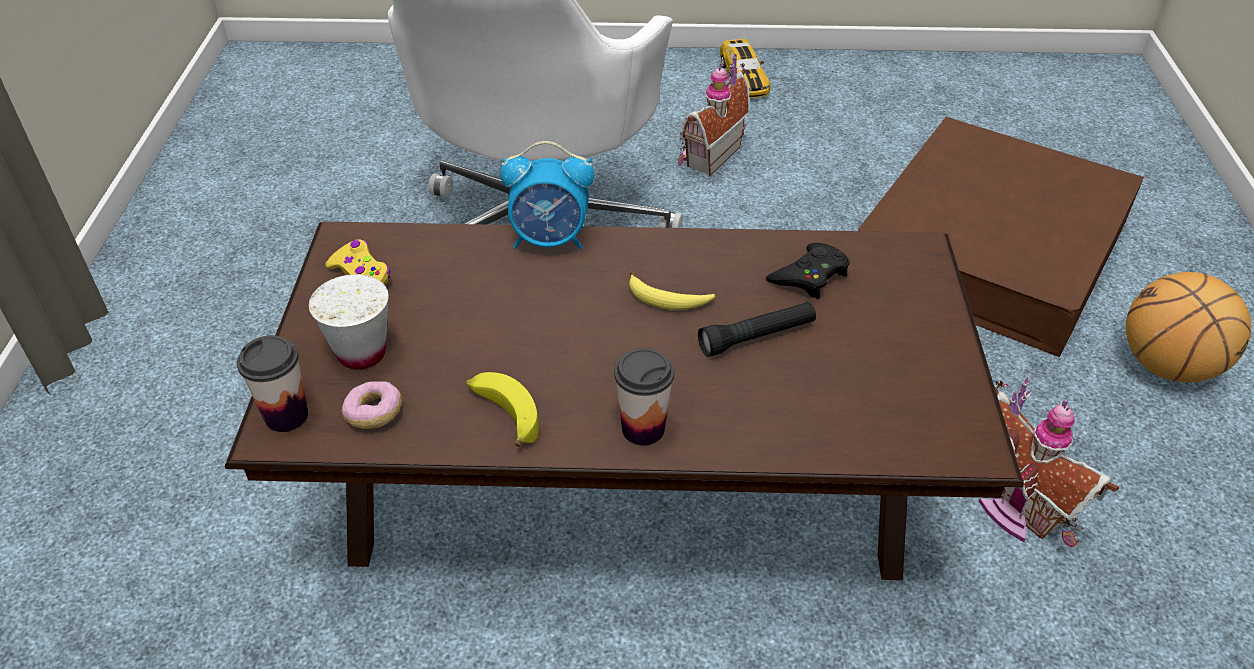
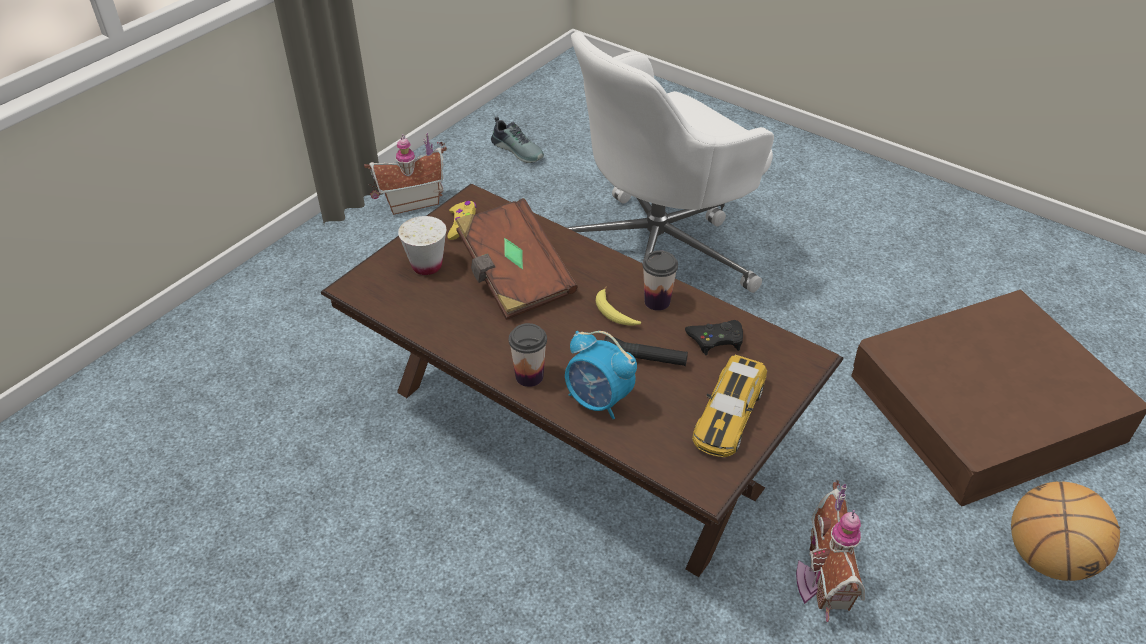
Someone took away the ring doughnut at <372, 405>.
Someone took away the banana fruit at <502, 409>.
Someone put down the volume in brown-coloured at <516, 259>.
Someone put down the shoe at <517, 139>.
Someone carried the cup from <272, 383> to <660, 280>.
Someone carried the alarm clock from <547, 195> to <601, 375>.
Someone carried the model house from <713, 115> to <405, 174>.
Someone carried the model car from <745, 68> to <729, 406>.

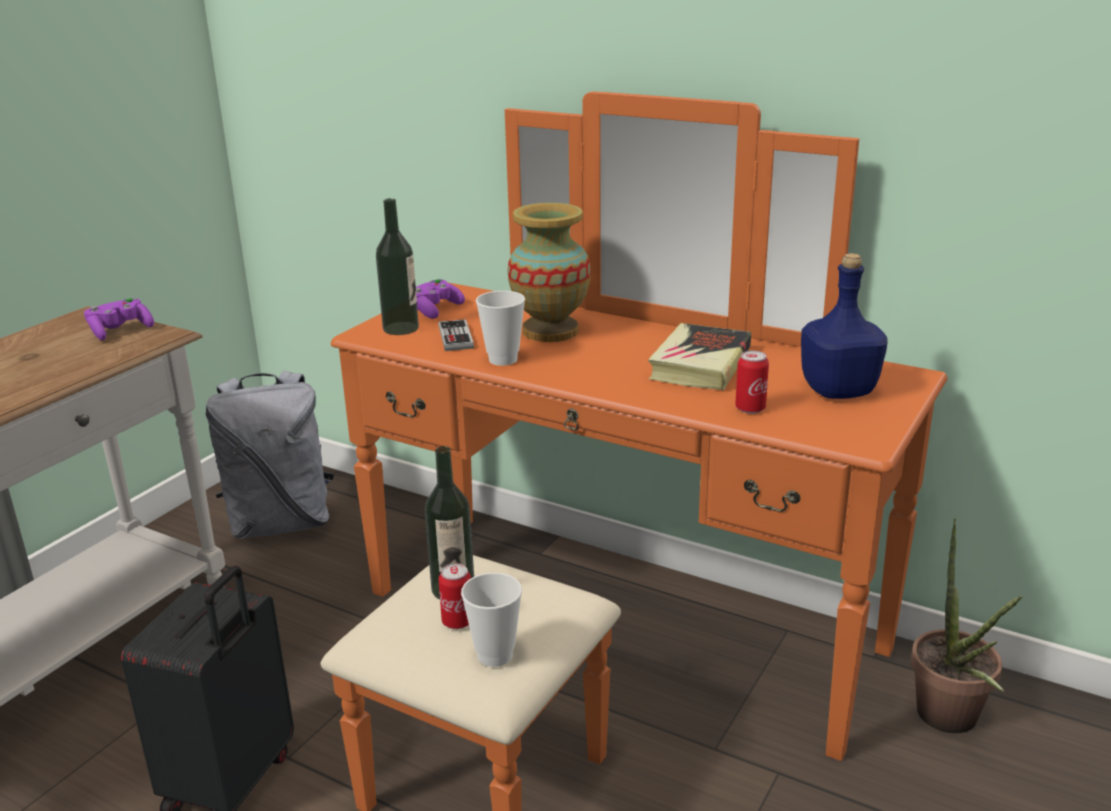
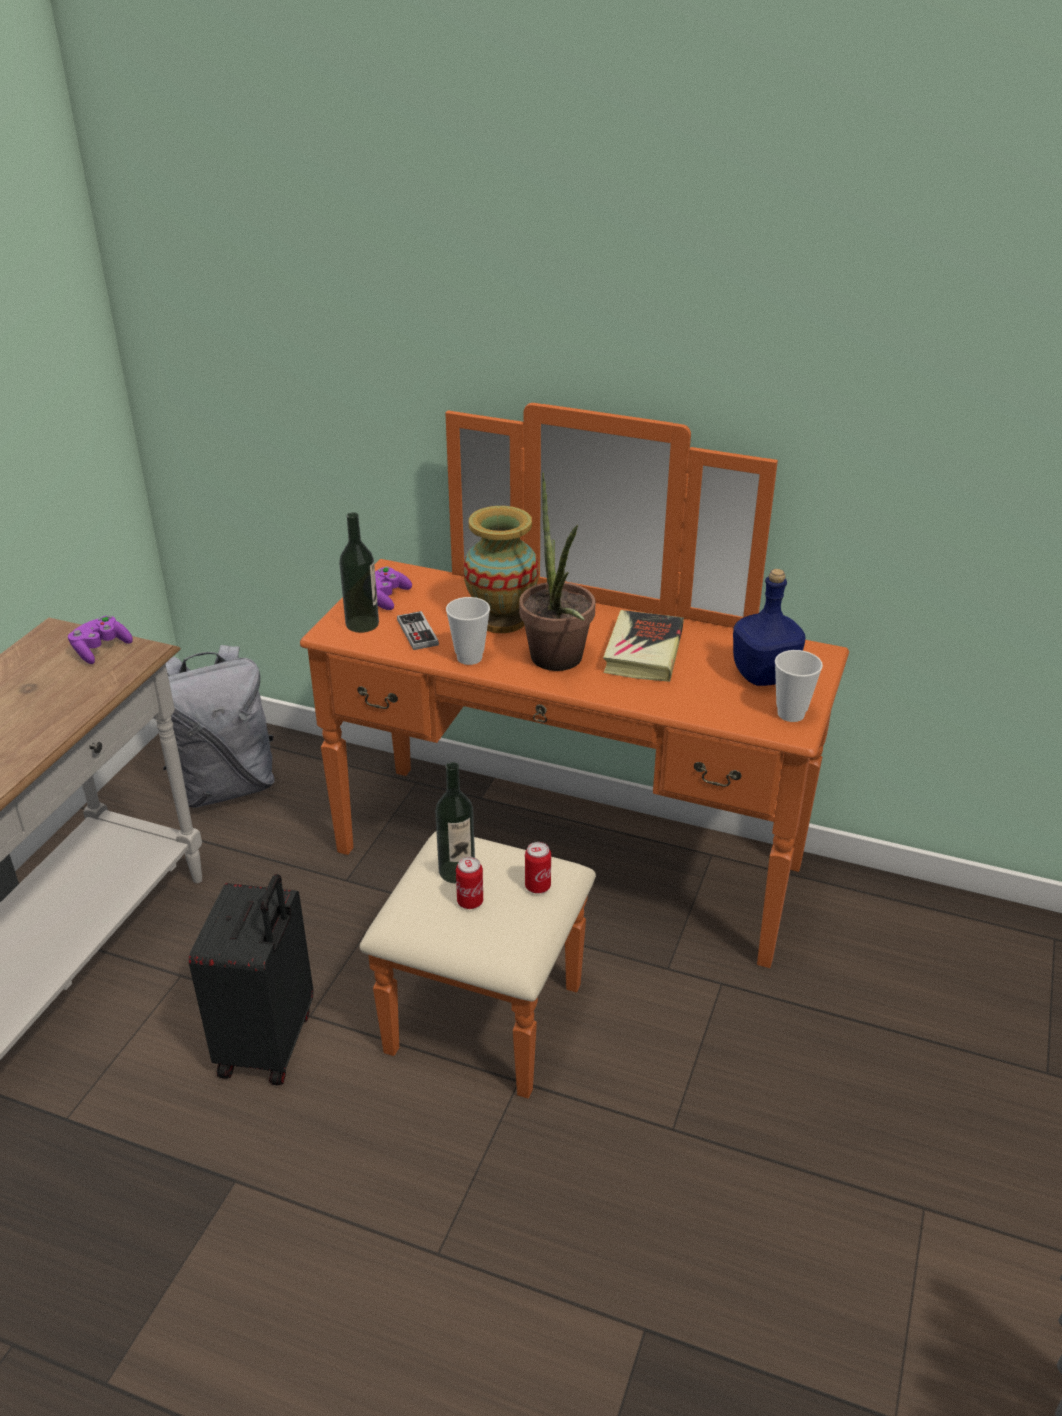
Someone carried the cup from <491, 620> to <799, 686>.
Someone carried the metal can from <752, 382> to <538, 868>.
Someone carried the houseplant from <966, 625> to <557, 571>.

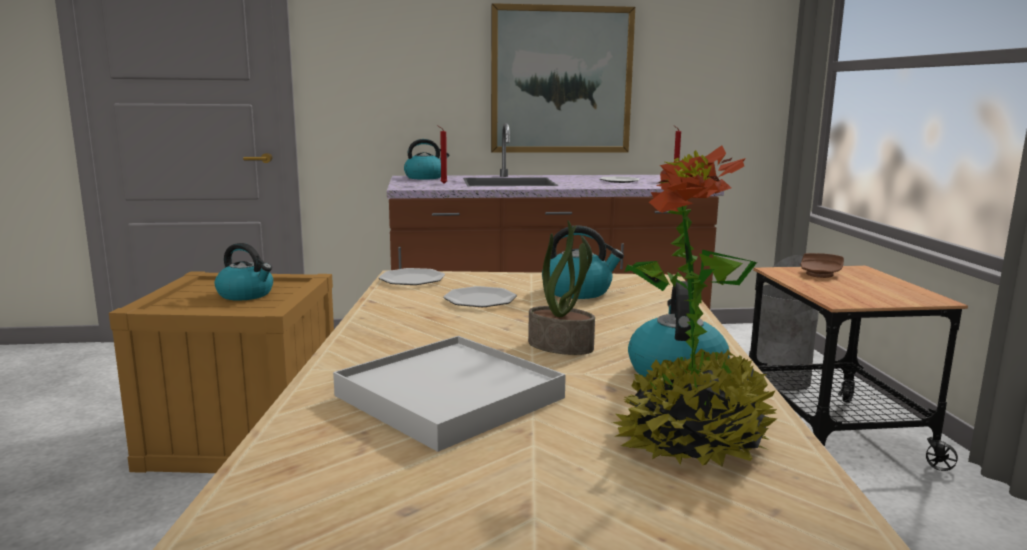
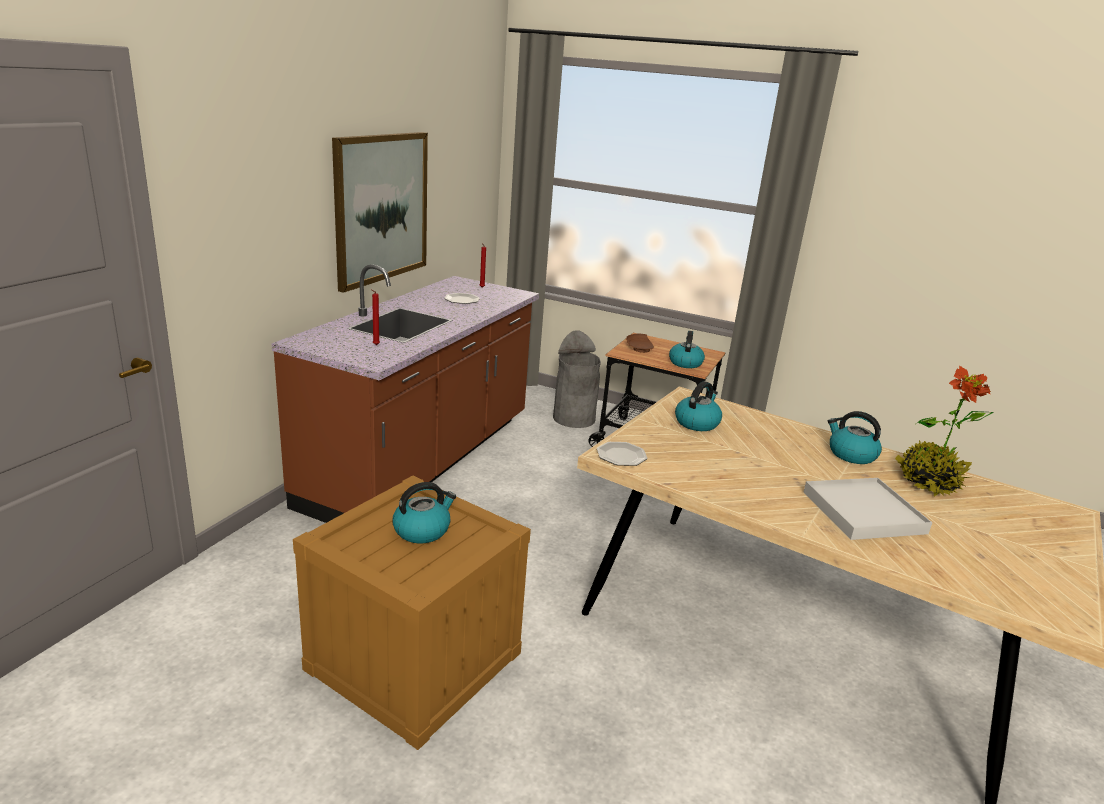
Someone took away the dinner plate at <480, 296>.
Someone took away the houseplant at <561, 287>.
Someone carried the water kettle from <427, 159> to <687, 349>.

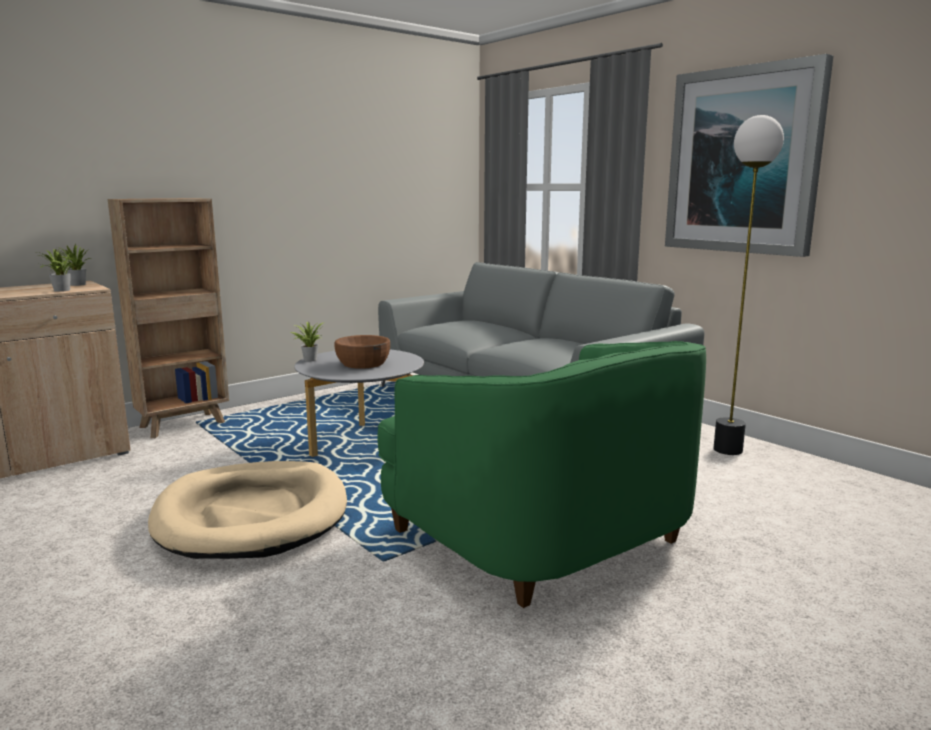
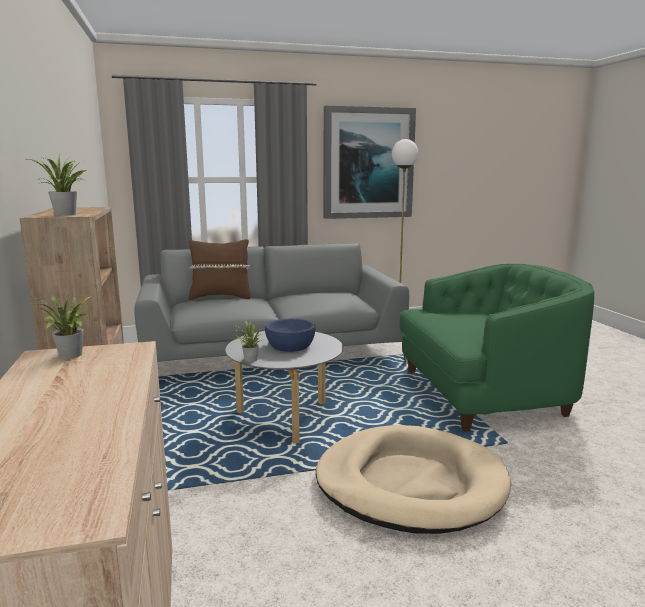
Someone put down the cushion in brown-coloured at <219, 269>.
Someone carried the houseplant from <56, 269> to <57, 185>.
Someone repainted the deep dish in brown-coloured at <362, 352>, which became the deep dish in blue at <290, 335>.

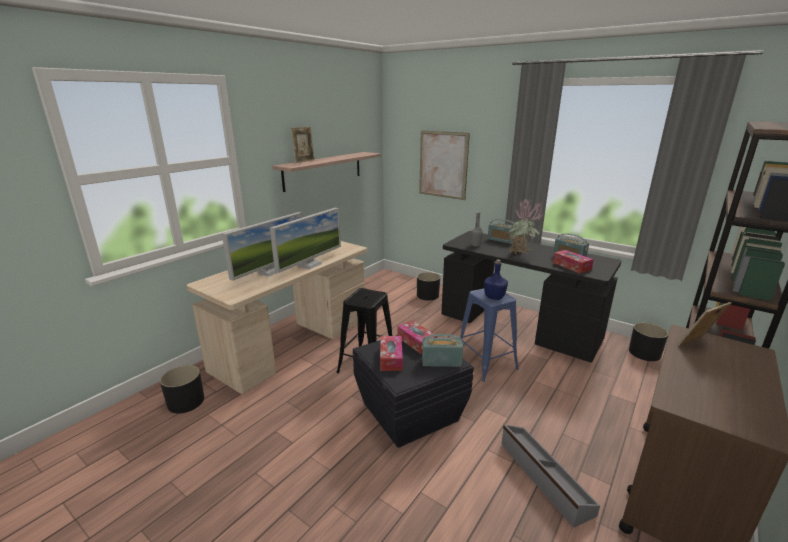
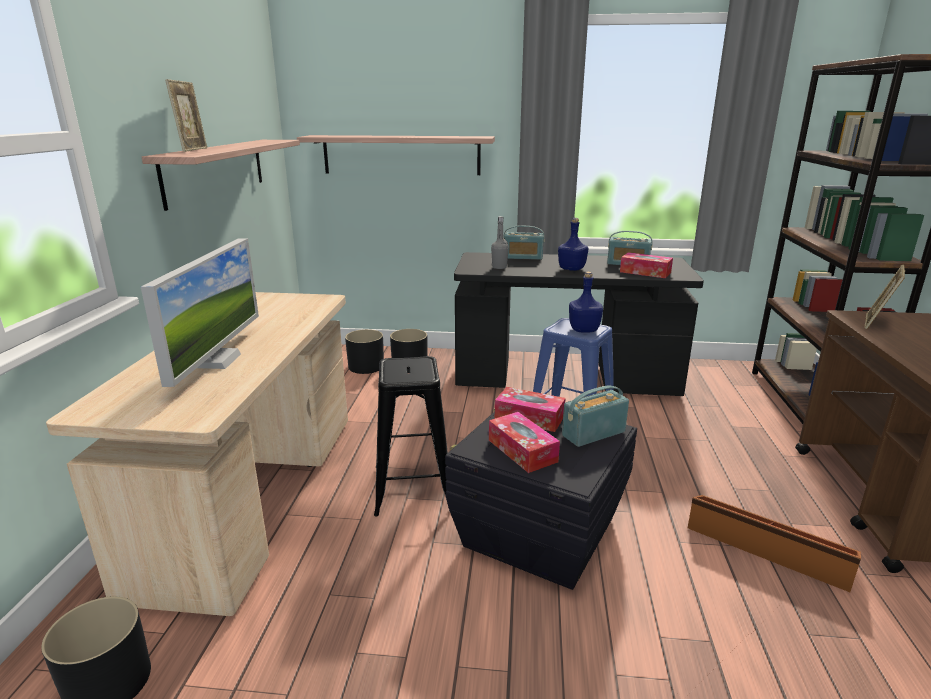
Someone took away the monitor at <305, 240>.
Someone carried the flower pot in blackish from <648, 342> to <364, 351>.
Someone swapped the picture at <444, 165> for the bracket shelf at <396, 155>.
Someone swapped the houseplant at <525, 227> for the bottle in blue at <573, 244>.
Someone repainted the storage container in grey at <550, 476>, which became the storage container in brown-coloured at <774, 543>.

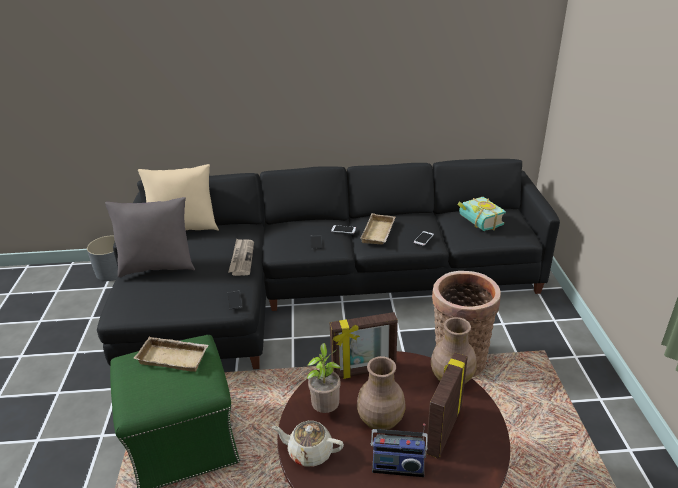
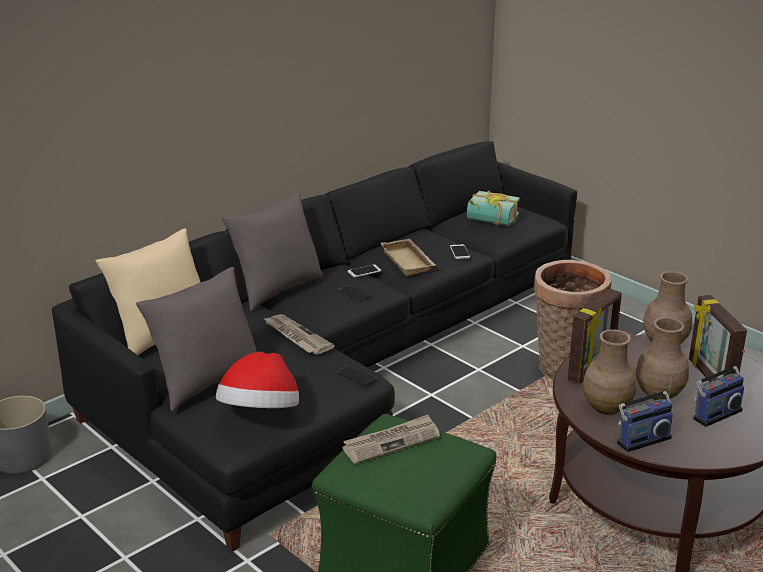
Someone put down the wearable hat at <257, 380>.
Someone put down the cushion in grey at <273, 251>.
Someone swapped the carrying tray in beige at <171, 354> for the daily paper at <391, 439>.
Someone swapped the tea pot in beige at <308, 444> for the radio set at <645, 413>.
Someone swapped the houseplant at <324, 378> for the vase in brown-coloured at <609, 372>.

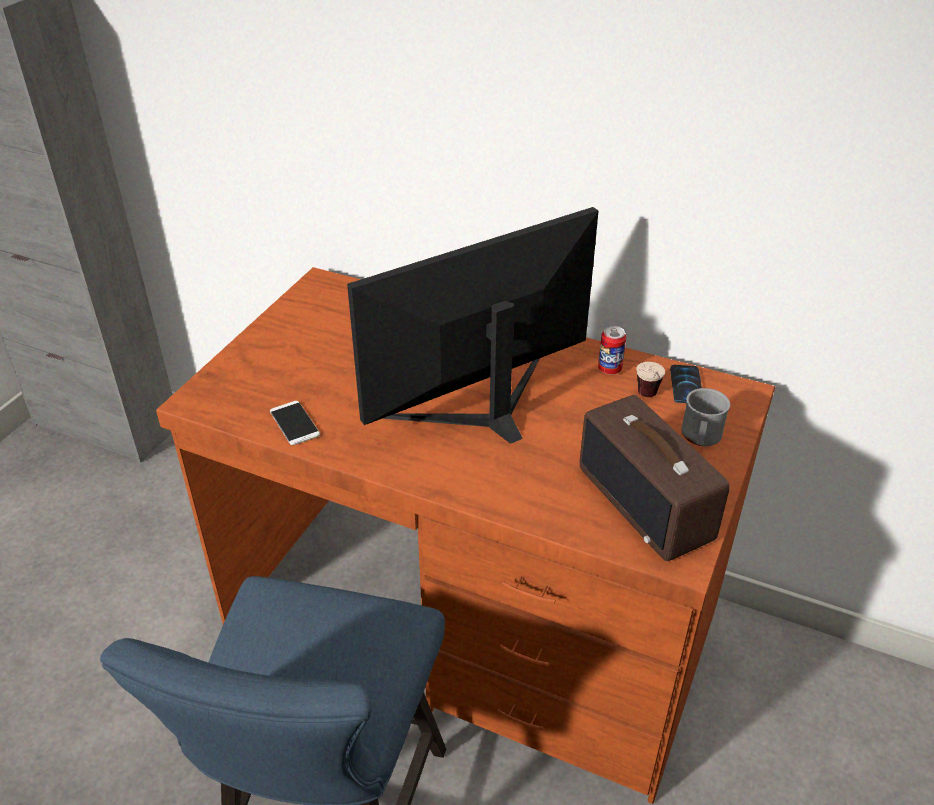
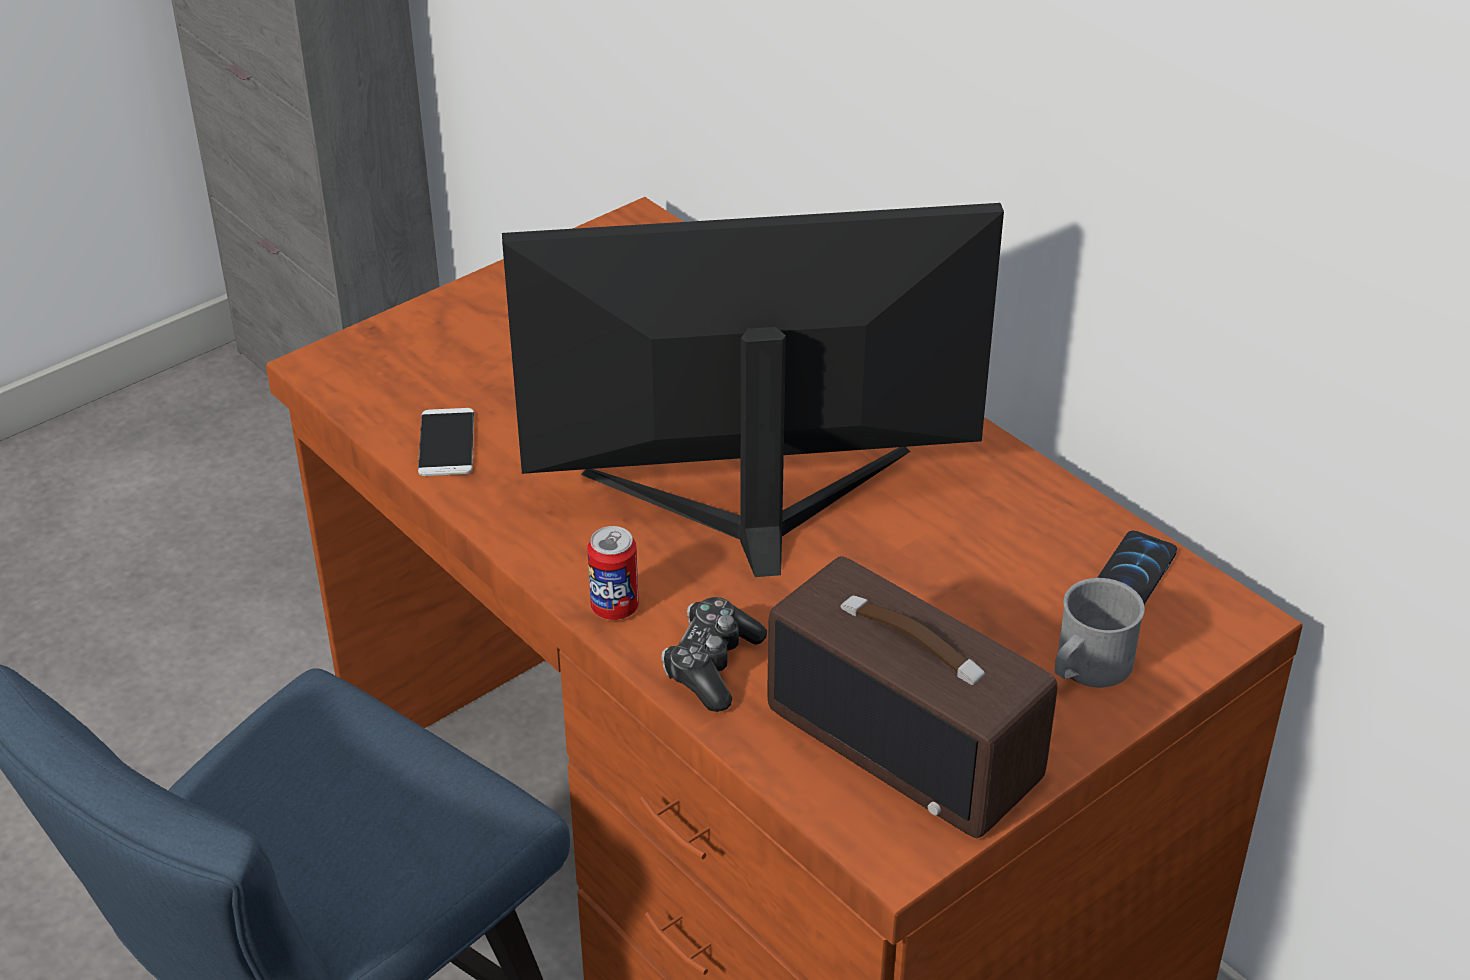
Someone took away the cup at <650, 379>.
Someone put down the joypad at <714, 654>.
Someone carried the metal can from <612, 350> to <613, 573>.
Someone rotated the radio set at <655, 478> by 45 degrees counterclockwise.

